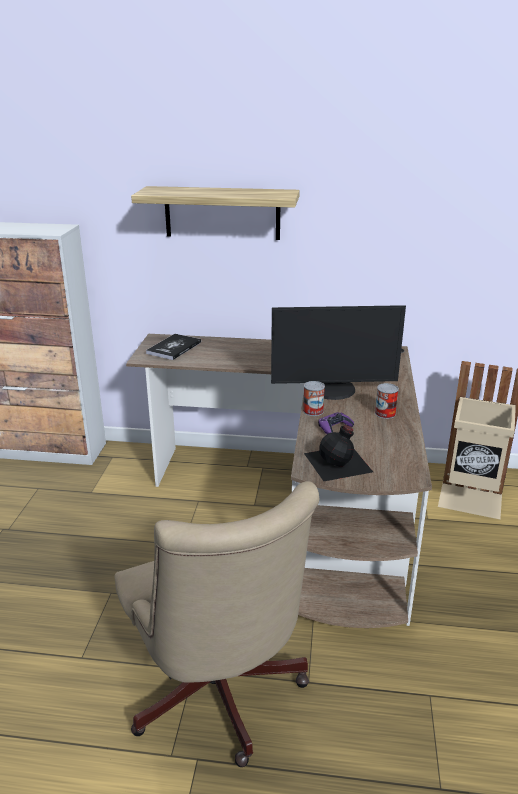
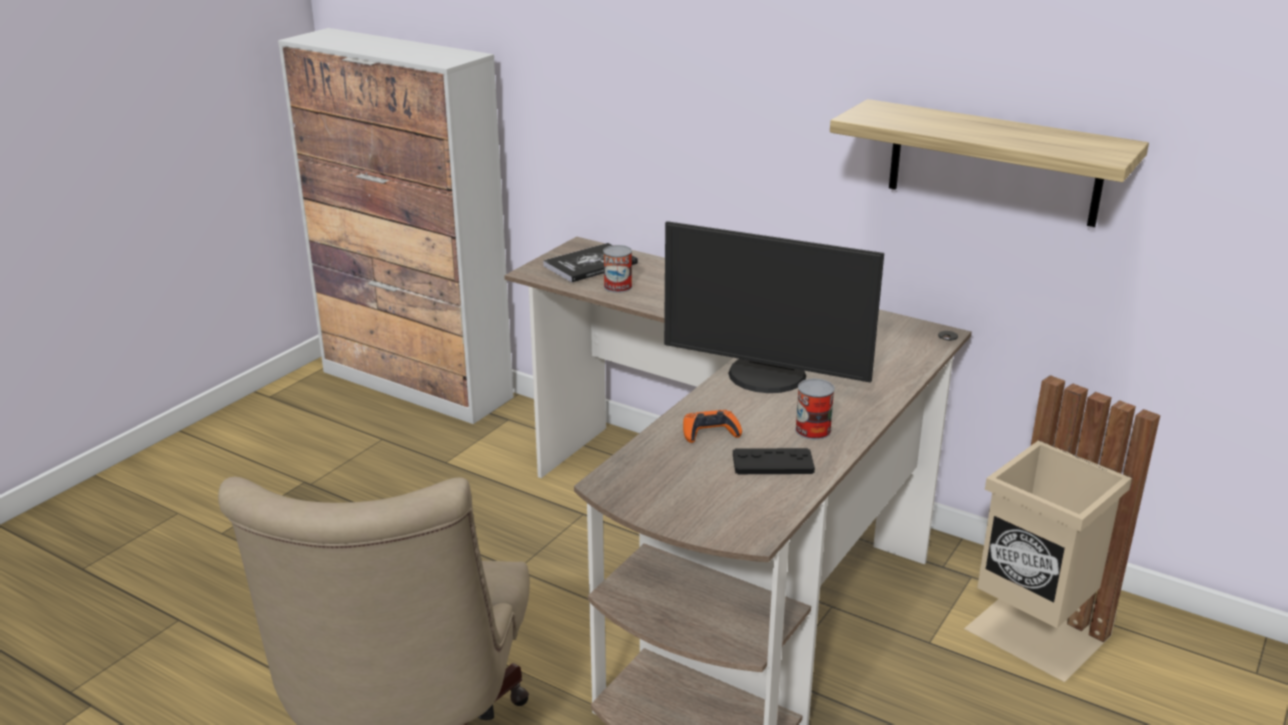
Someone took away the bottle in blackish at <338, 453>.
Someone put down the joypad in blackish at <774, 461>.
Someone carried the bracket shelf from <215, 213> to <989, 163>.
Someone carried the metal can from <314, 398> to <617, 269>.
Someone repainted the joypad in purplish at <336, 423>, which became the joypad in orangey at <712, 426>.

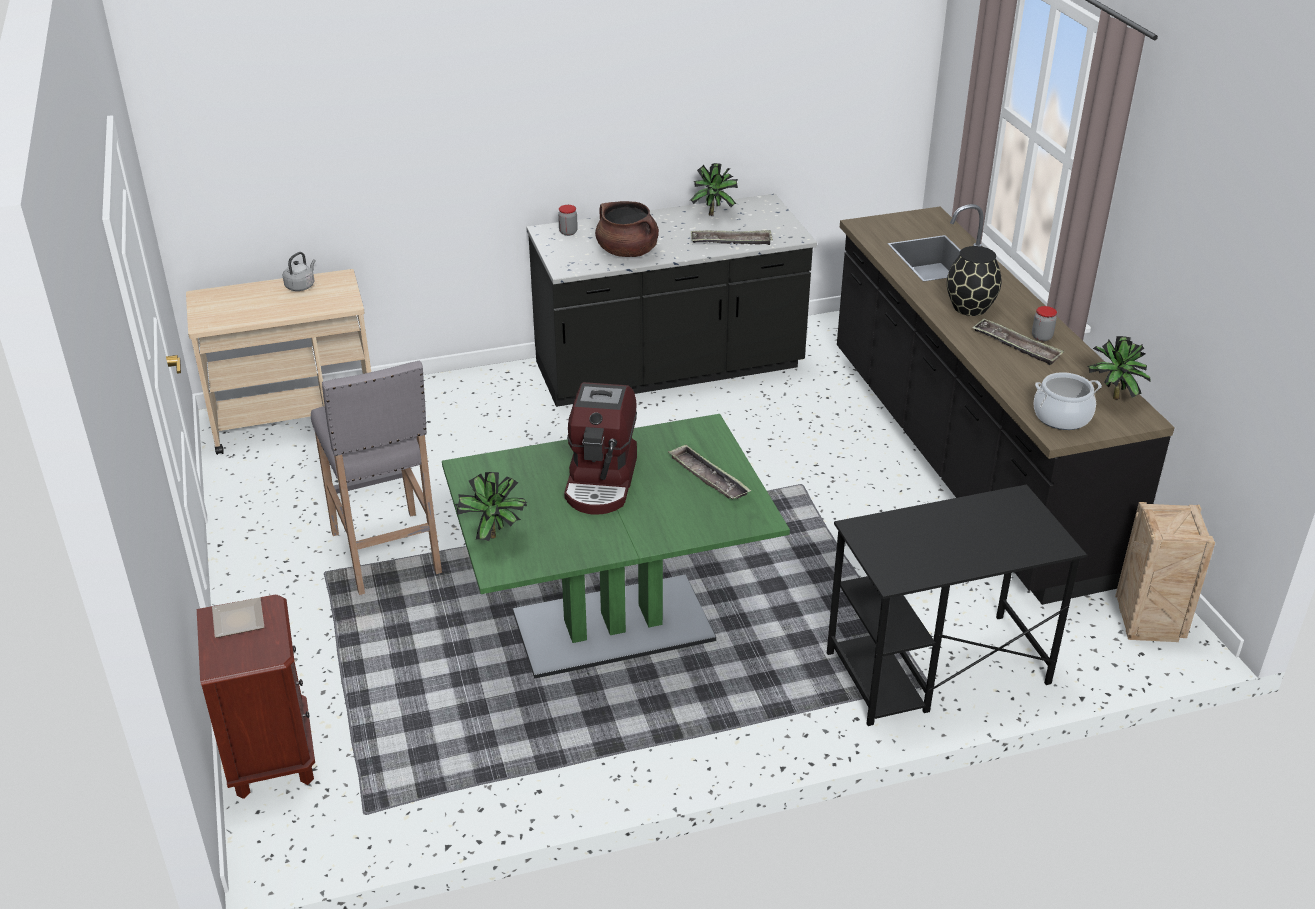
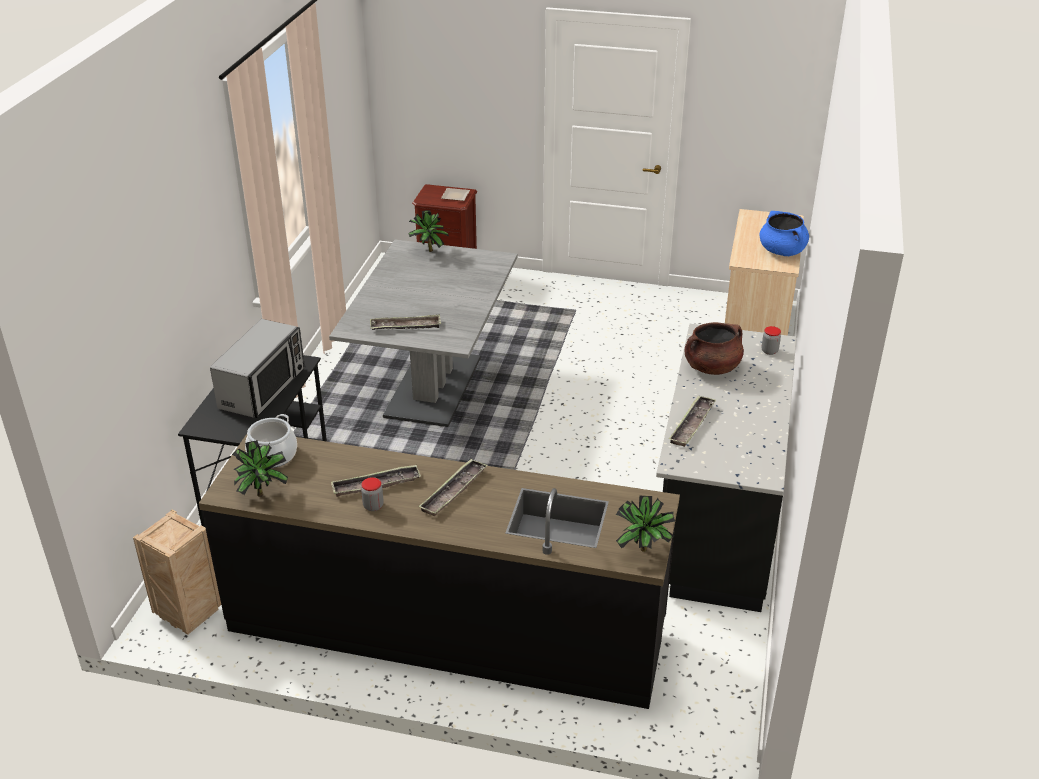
Someone took away the sitting stool in grey at <376, 478>.
Someone took away the coffee maker at <600, 448>.
Someone put down the microwave oven at <257, 368>.
Someone carried the houseplant from <714, 189> to <645, 523>.
Someone swapped the water kettle in grey at <299, 271> for the saucepot in blue at <784, 233>.
Someone swapped the vase in blackish at <974, 281> for the carrying tray at <453, 487>.
Someone repainted the dining table in green-coloured at <616, 546>, which became the dining table in grey at <423, 333>.

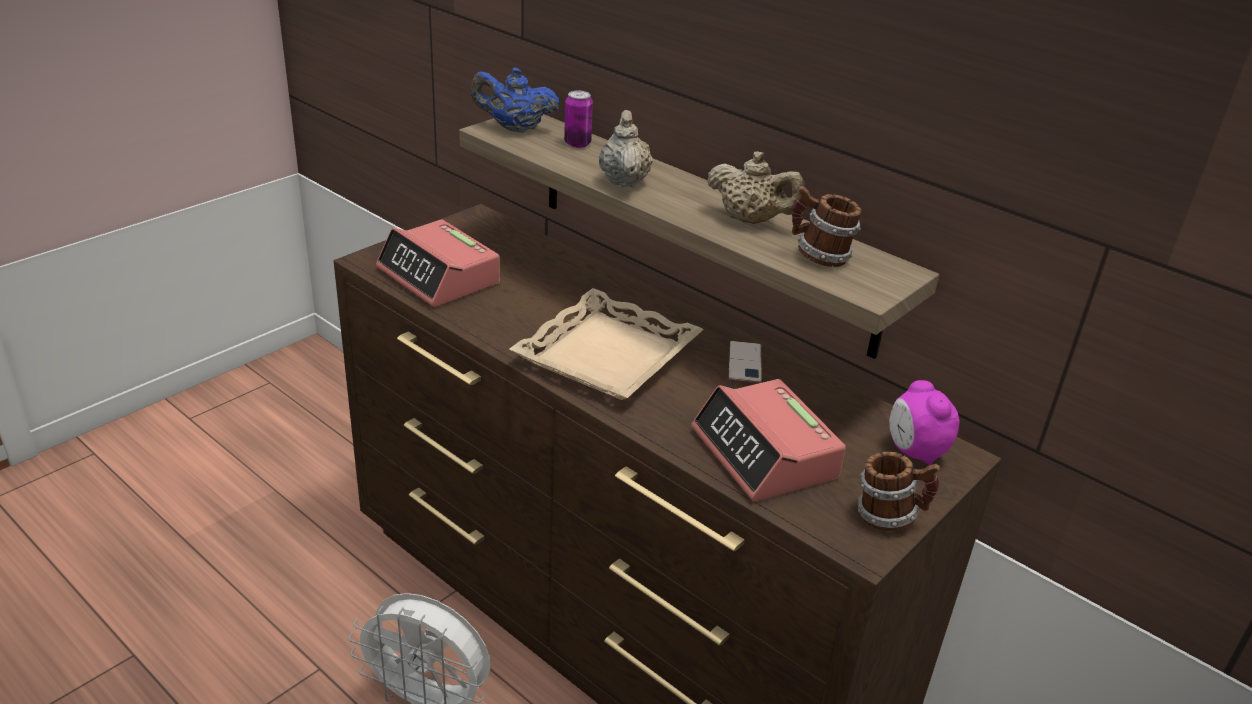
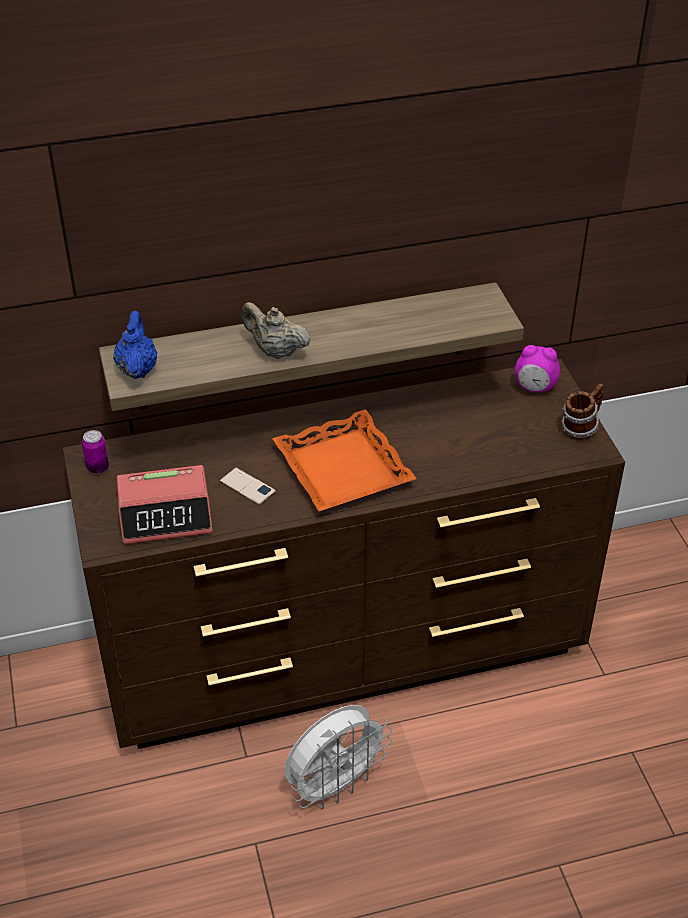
Someone took away the alarm clock at <768, 440>.
Someone took away the tea pot in beige at <756, 187>.
Someone took away the coffee mug at <826, 226>.
Someone carried the metal can from <578, 119> to <95, 452>.
Someone carried the phone from <745, 362> to <248, 486>.
Someone repainted the carrying tray in beige at <606, 344>, which became the carrying tray in orangey at <344, 460>.
Someone rotated the tea pot in blue at <515, 100> by 135 degrees clockwise.

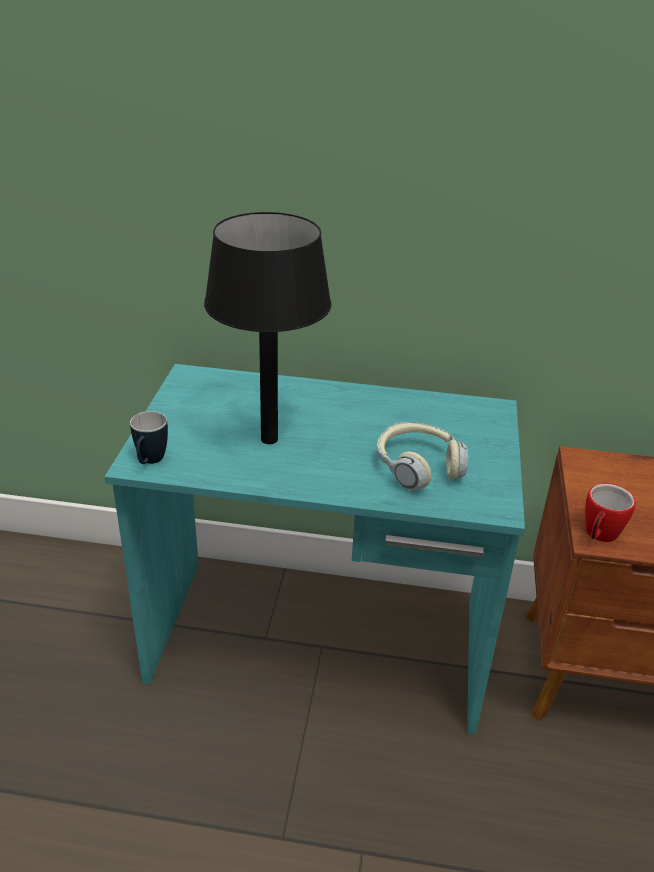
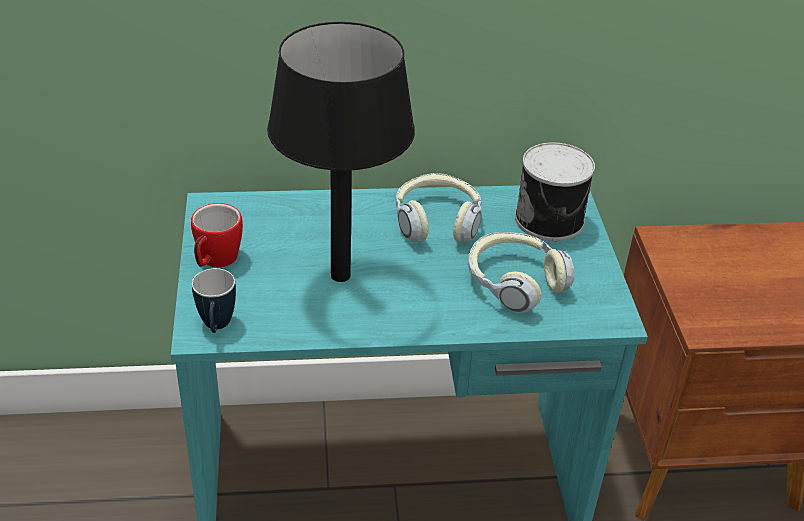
Someone put down the pair of headphones at <439, 207>.
Someone put down the metal can at <555, 191>.
Someone carried the coffee mug from <610, 512> to <217, 235>.

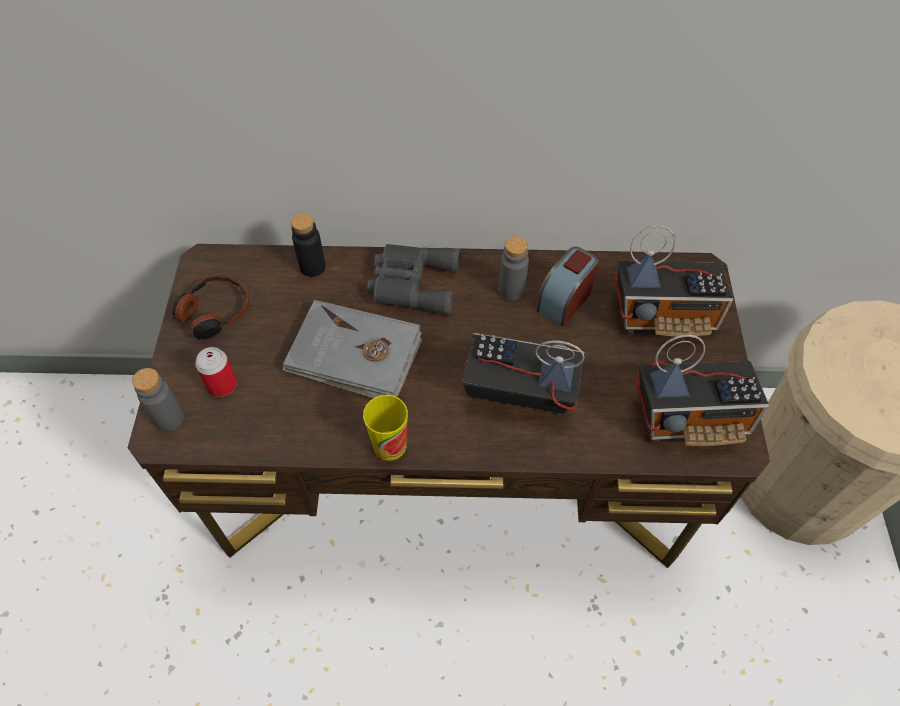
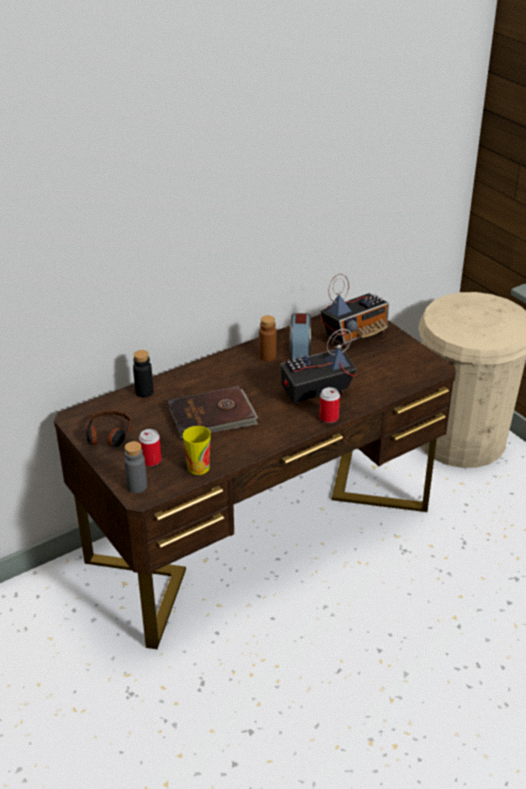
Someone took away the field glasses in grey at <413, 279>.
Someone took away the radio set at <702, 390>.
Someone put down the metal can at <329, 405>.
Someone carried the cup from <385, 428> to <197, 450>.
Someone repainted the volume in grey at <352, 349>, which became the volume in brown-coloured at <212, 412>.
Someone repainted the bottle in grey at <514, 268>, which became the bottle in brown-coloured at <268, 338>.

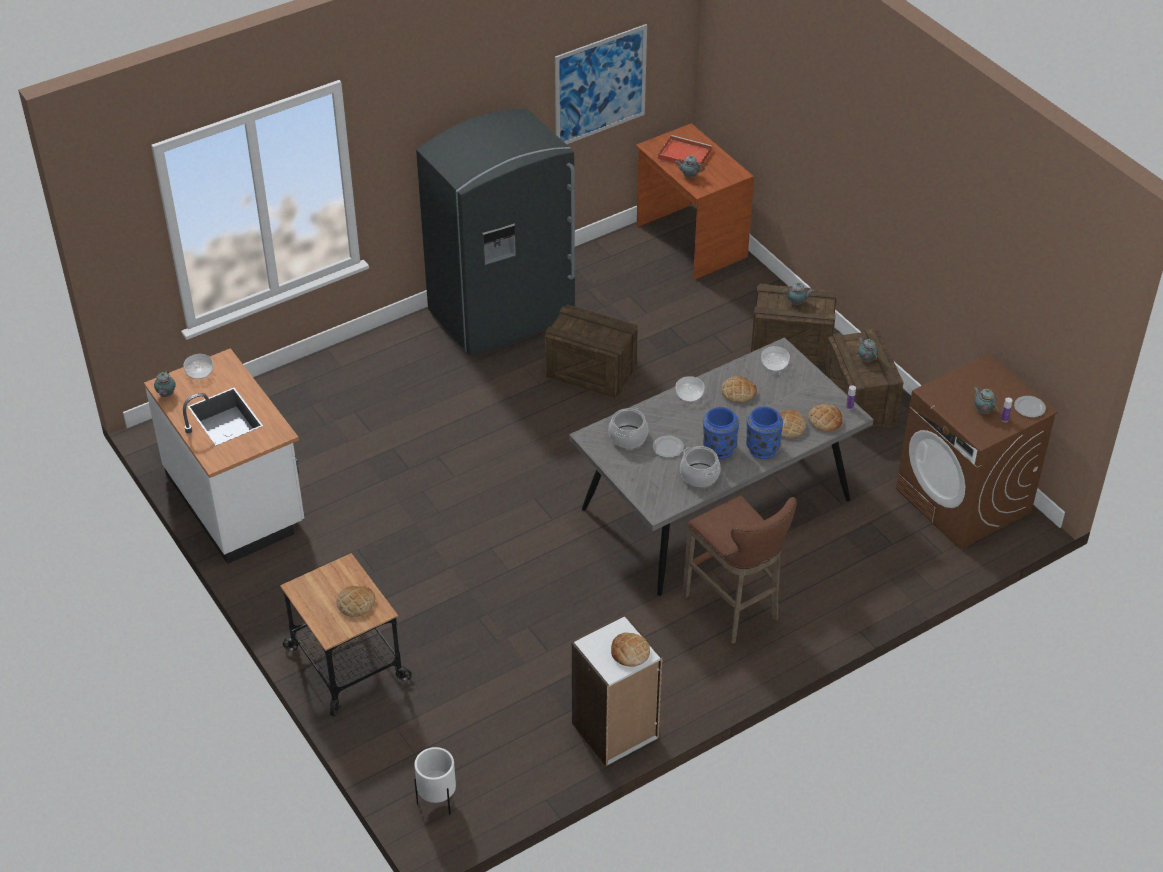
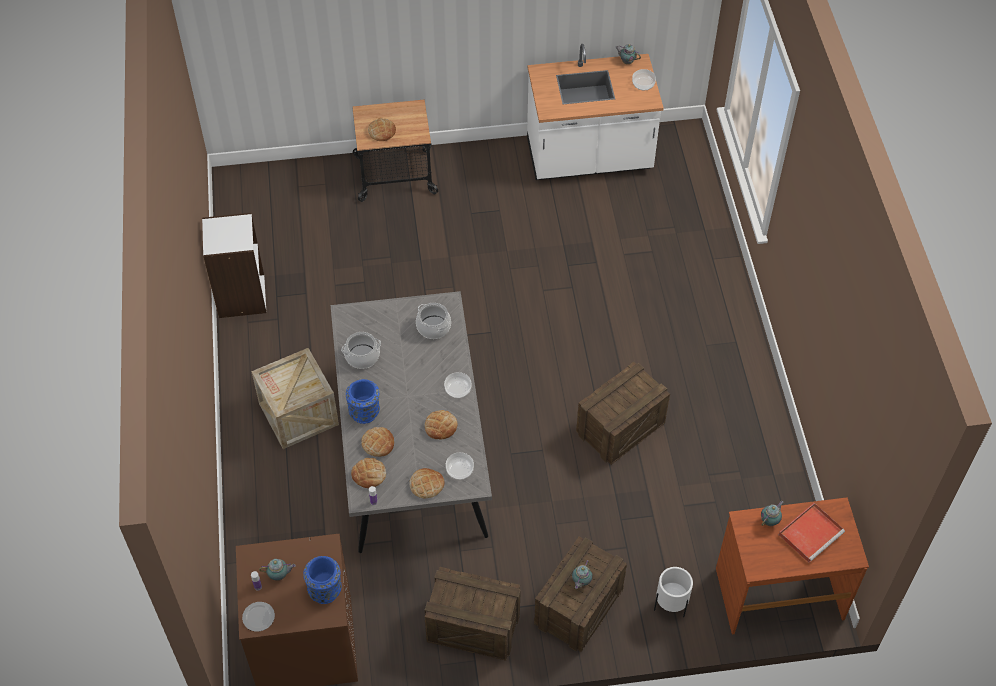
Someone took away the kitchen fridge in grey at <495, 232>.
Someone took away the picture at <601, 84>.
Someone took away the dinner plate at <668, 446>.
Someone took away the tea pot at <868, 349>.
Someone carried the flower pot in white from <435, 781> to <673, 592>.
Someone carried the bread from <630, 649> to <427, 483>.
Someone carried the vase in blue from <721, 433> to <322, 580>.
Someone swapped the sitting stool in brown-coloured at <740, 569> for the packing crate at <295, 398>.

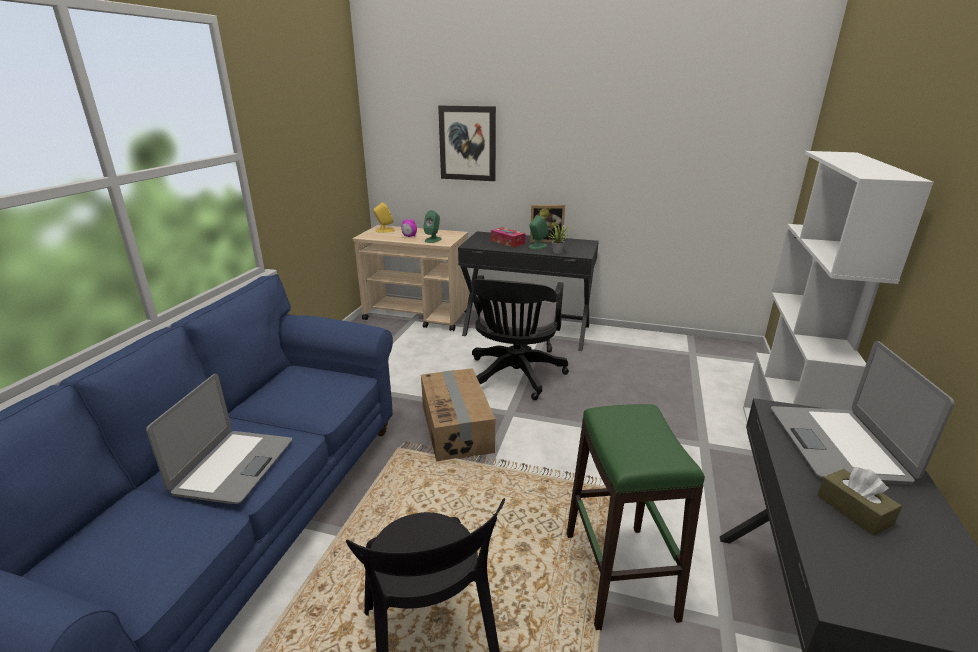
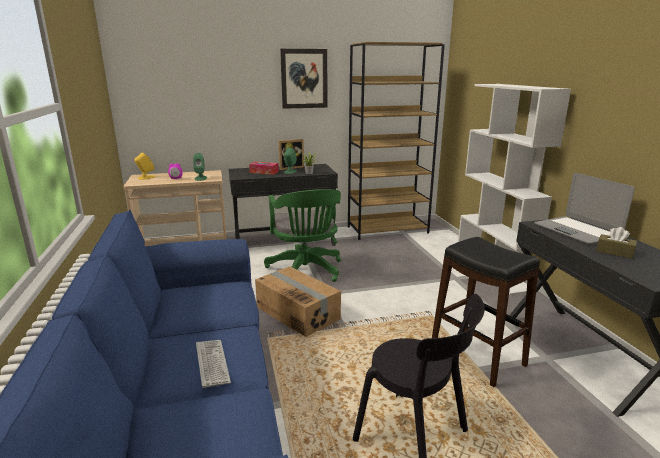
Someone put down the bookcase in brown-coloured at <396, 141>.
Someone carried the picture from <467, 143> to <303, 79>.
Someone swapped the portable computer at <219, 439> for the computer keyboard at <213, 364>.
Someone repainted the office chair in blackish at <520, 337>, which became the office chair in green-coloured at <302, 235>.
Someone repainted the sitting stool in green-coloured at <636, 517>, which became the sitting stool in blackish at <486, 312>.

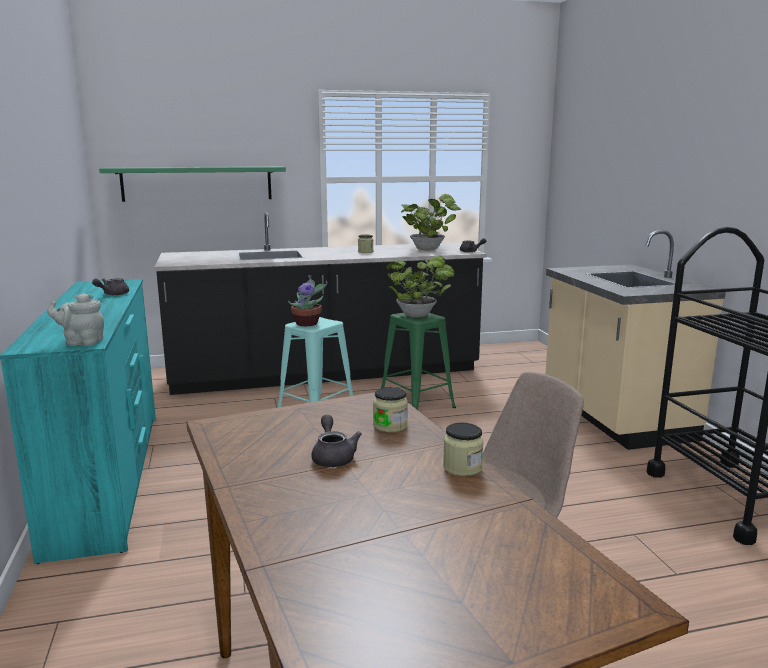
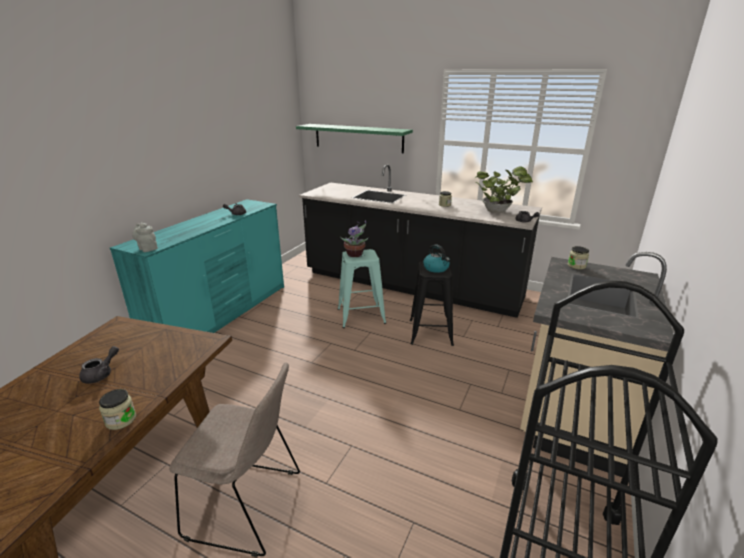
Someone carried the jar from <390, 410> to <578, 257>.
Someone swapped the houseplant at <420, 286> for the water kettle at <436, 258>.
Someone repainted the sitting stool in green-coloured at <418, 361>, which became the sitting stool in blackish at <432, 304>.

